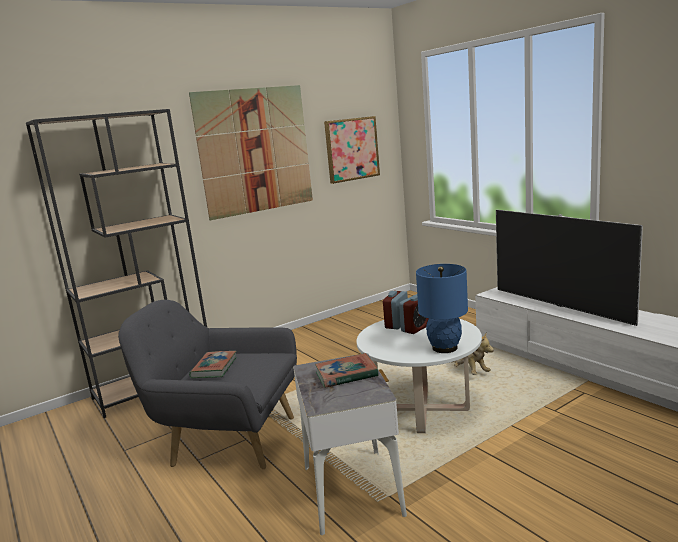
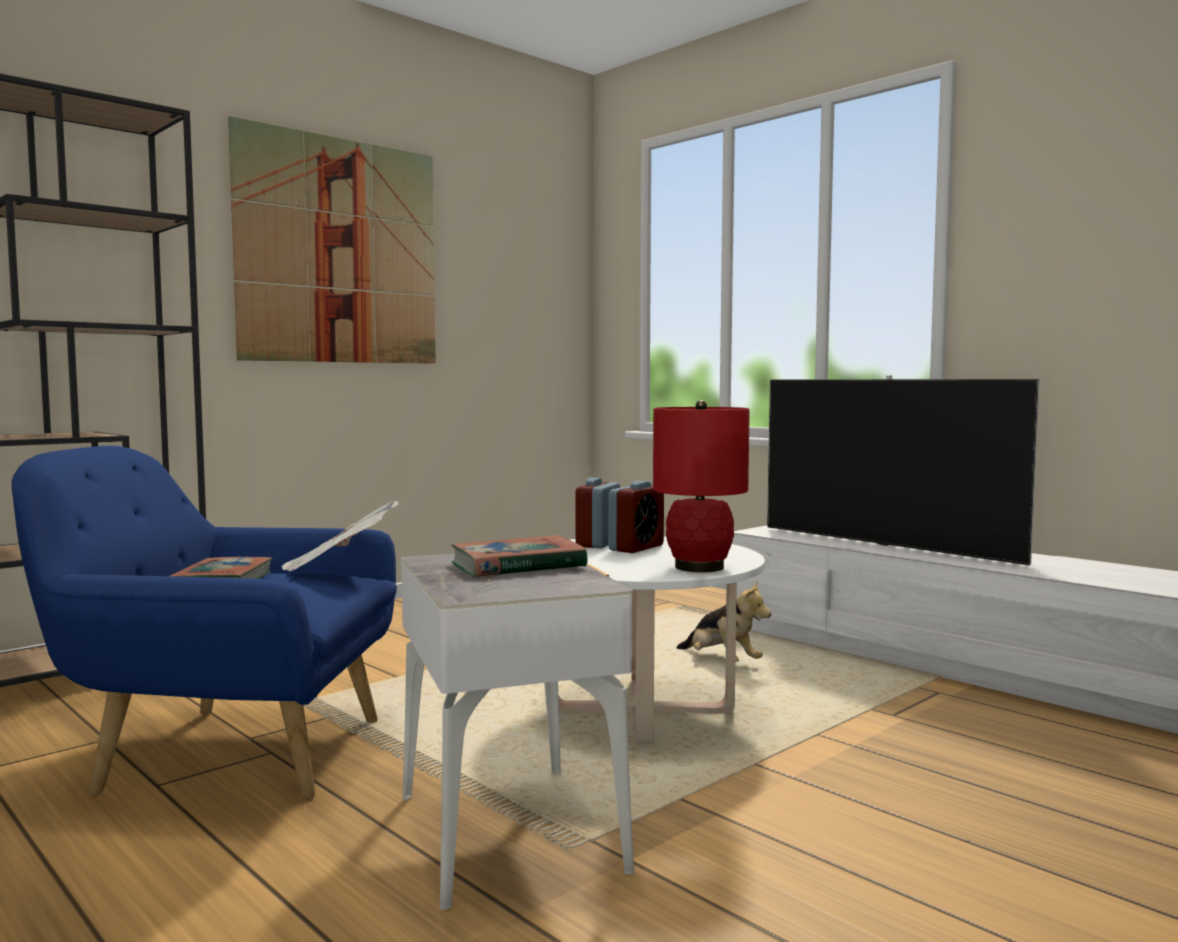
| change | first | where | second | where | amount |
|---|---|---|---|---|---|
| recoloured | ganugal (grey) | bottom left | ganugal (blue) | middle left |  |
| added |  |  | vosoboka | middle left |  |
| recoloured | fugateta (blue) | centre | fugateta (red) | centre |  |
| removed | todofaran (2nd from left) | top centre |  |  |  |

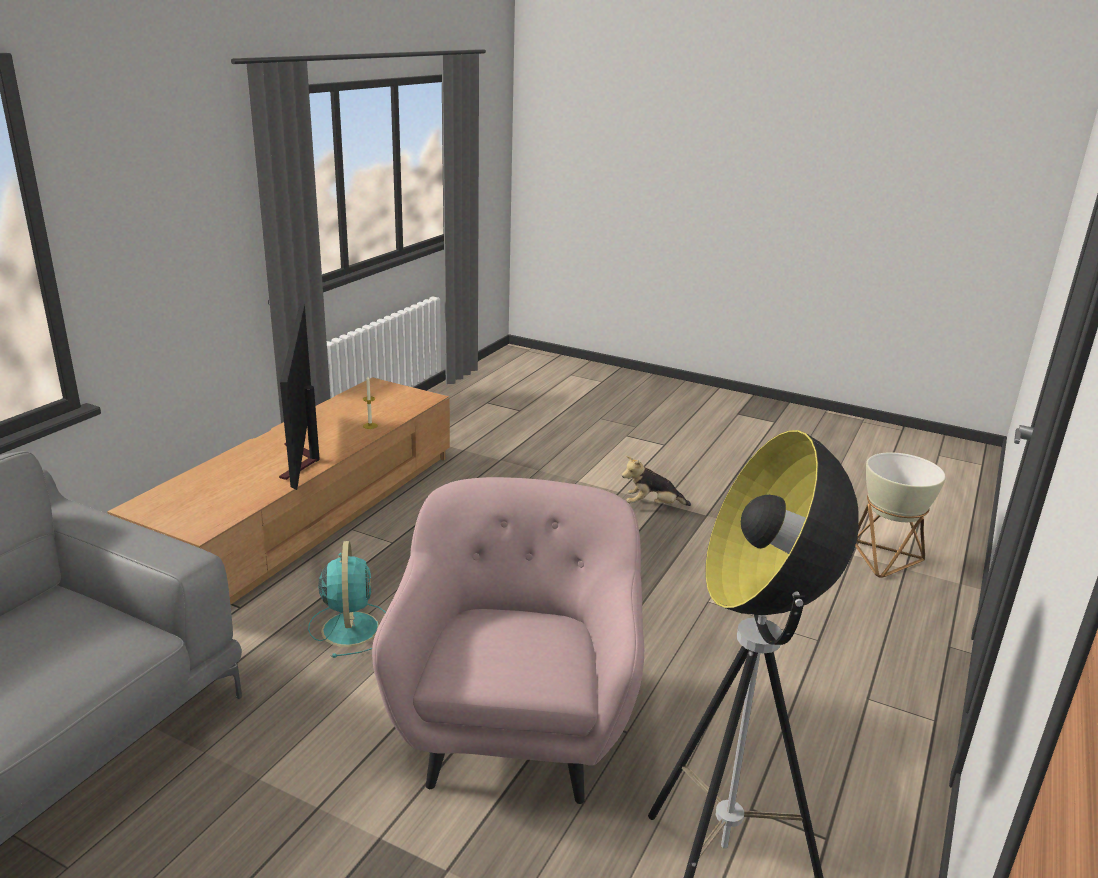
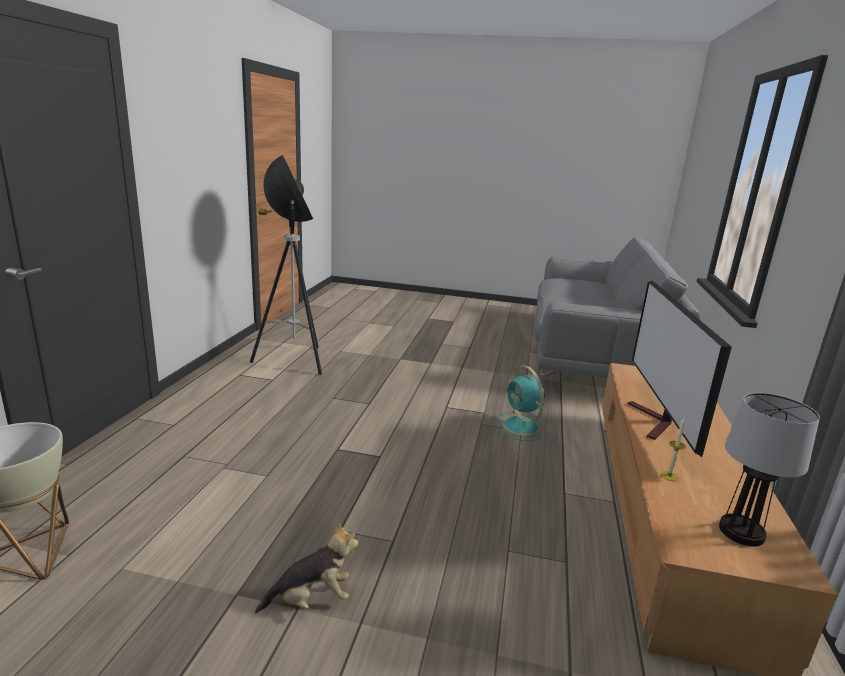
| change | first | where | second | where | amount |
|---|---|---|---|---|---|
| turned | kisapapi | middle left |  | middle right | 150 degrees counterclockwise |
| added |  |  | fugateta | bottom right |  |
| removed | ganugal (pink) | bottom centre |  |  |  |

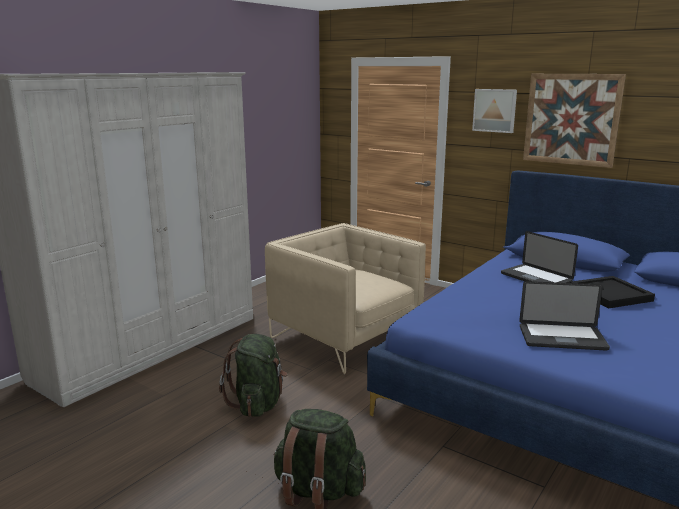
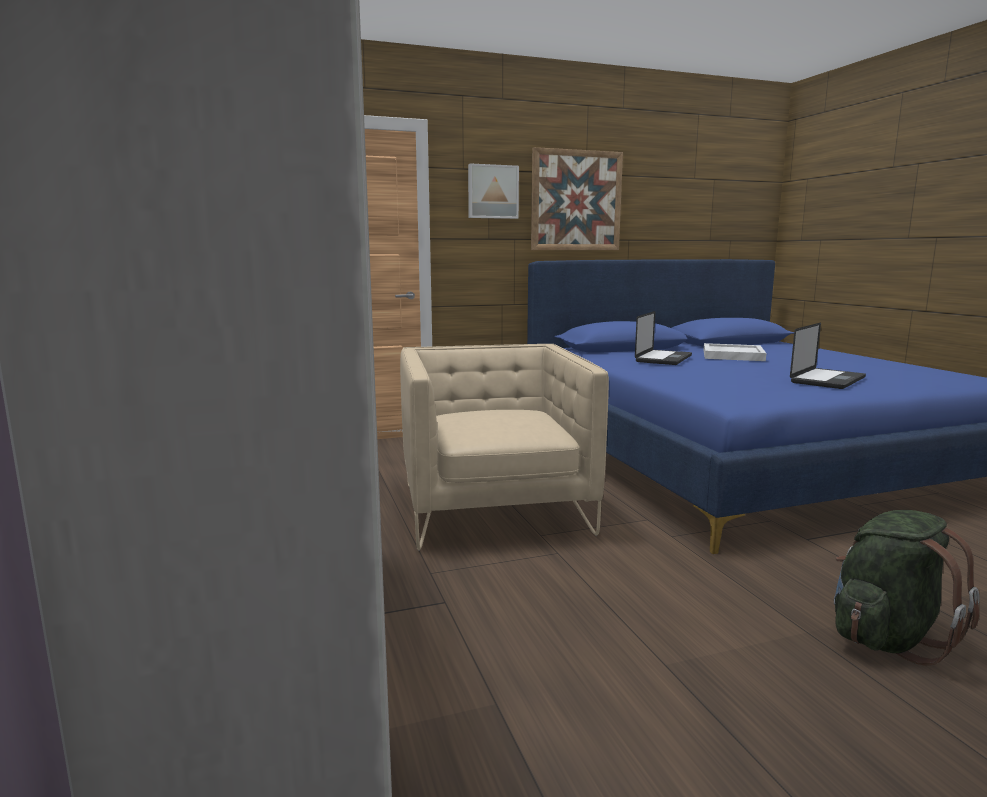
| change | first | where | second | where | amount |
|---|---|---|---|---|---|
| turned | ganugal (beige) | centre |  | centre | 90 degrees clockwise |
| turned | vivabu (1st from left) | middle right |  | middle right | 60 degrees counterclockwise |
| recoloured | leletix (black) | middle right | leletix (white) | middle right |  |
| removed | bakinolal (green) (1st from left) | bottom centre |  |  |  |

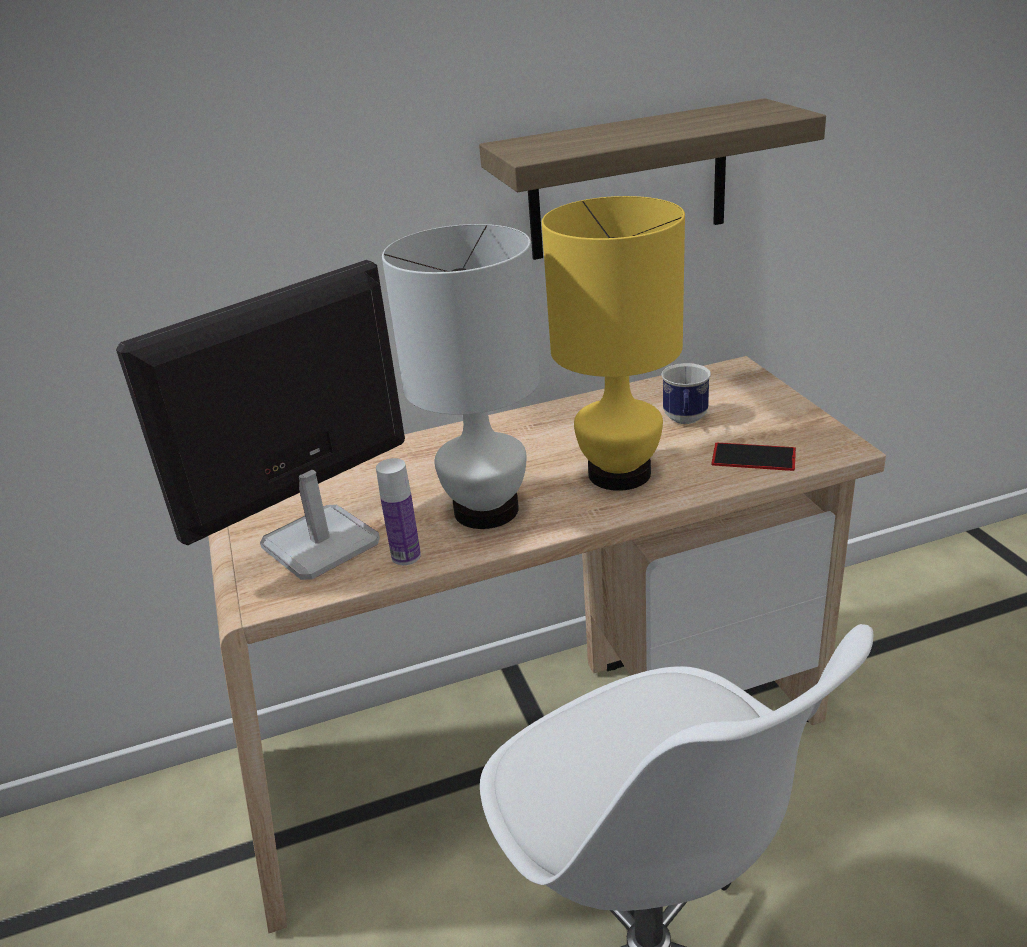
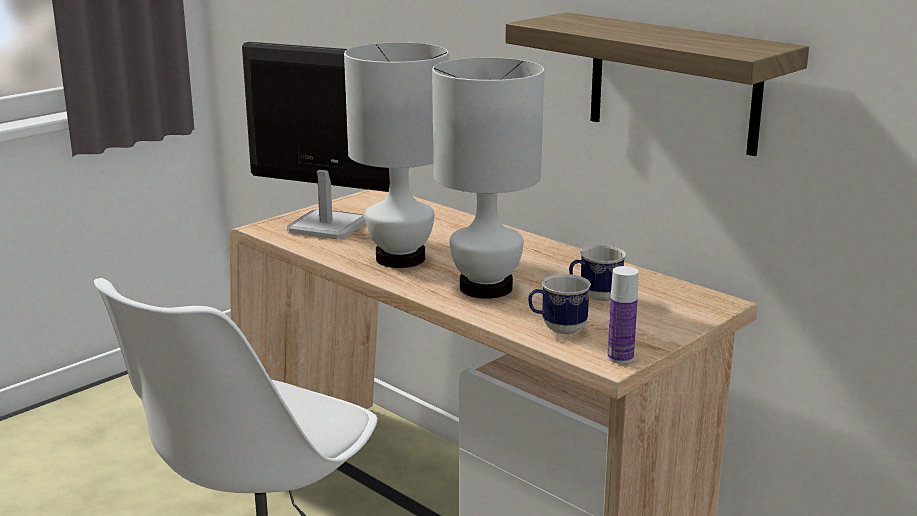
| change | first | where | second | where | amount |
|---|---|---|---|---|---|
| recoloured | fugateta (yellow) | centre | fugateta (white) (2nd from left) | centre |  |
| replaced | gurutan | middle right | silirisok (1st from left) | centre |  |
| moved | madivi | centre |  | middle right |  |

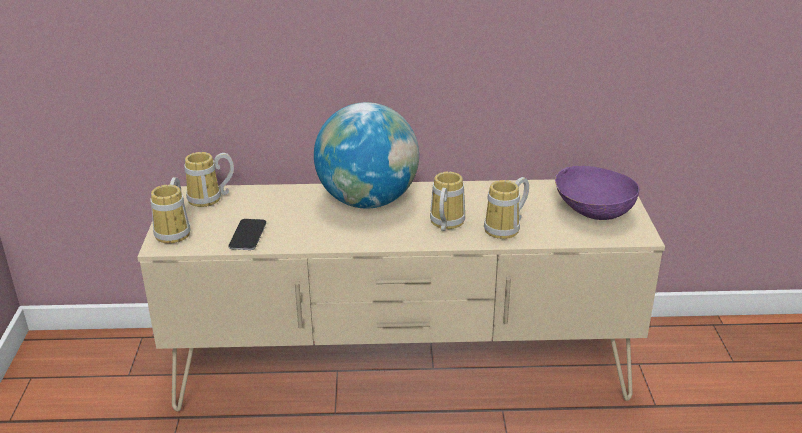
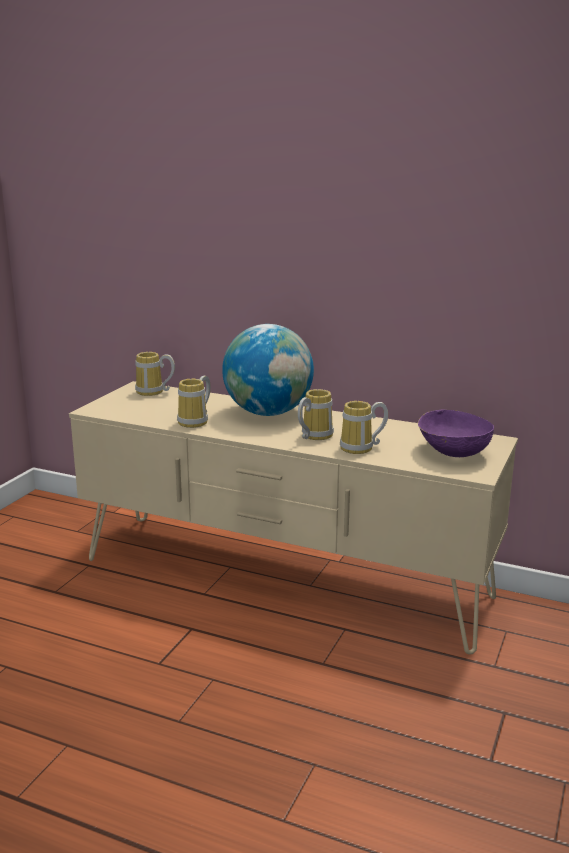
| change | first | where | second | where | amount |
|---|---|---|---|---|---|
| moved | silirisok (1st from left in the first image) | middle left | silirisok (2nd from left) | centre |  |
| removed | gurutan | middle left |  |  |  |

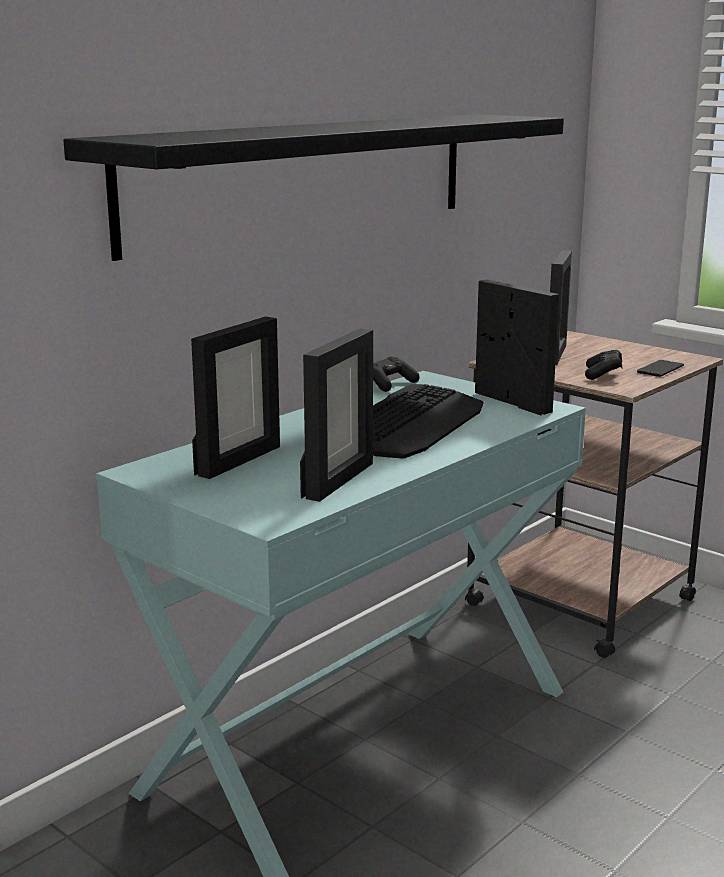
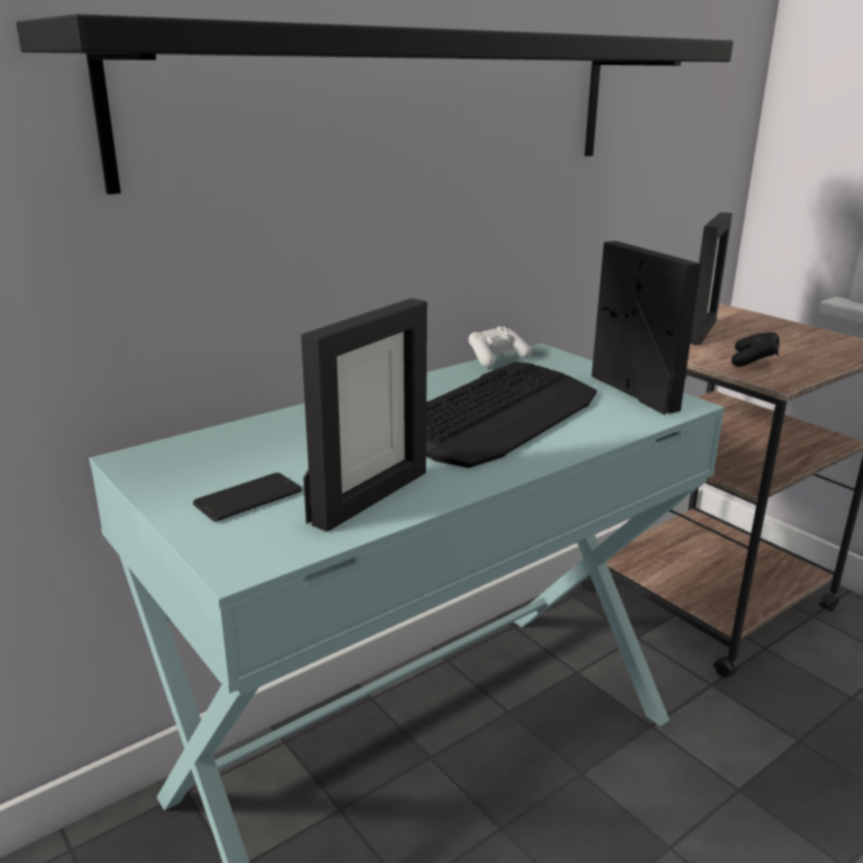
| change | first | where | second | where | amount |
|---|---|---|---|---|---|
| moved | gurutan | middle right |  | middle left |  |
| recoloured | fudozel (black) (1st from left) | centre | fudozel (white) | centre |  |
| removed | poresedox (1st from left) | middle left |  |  |  |

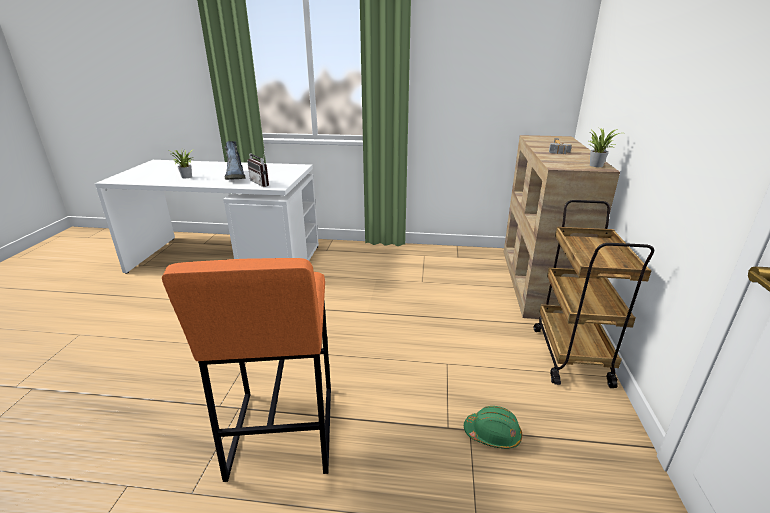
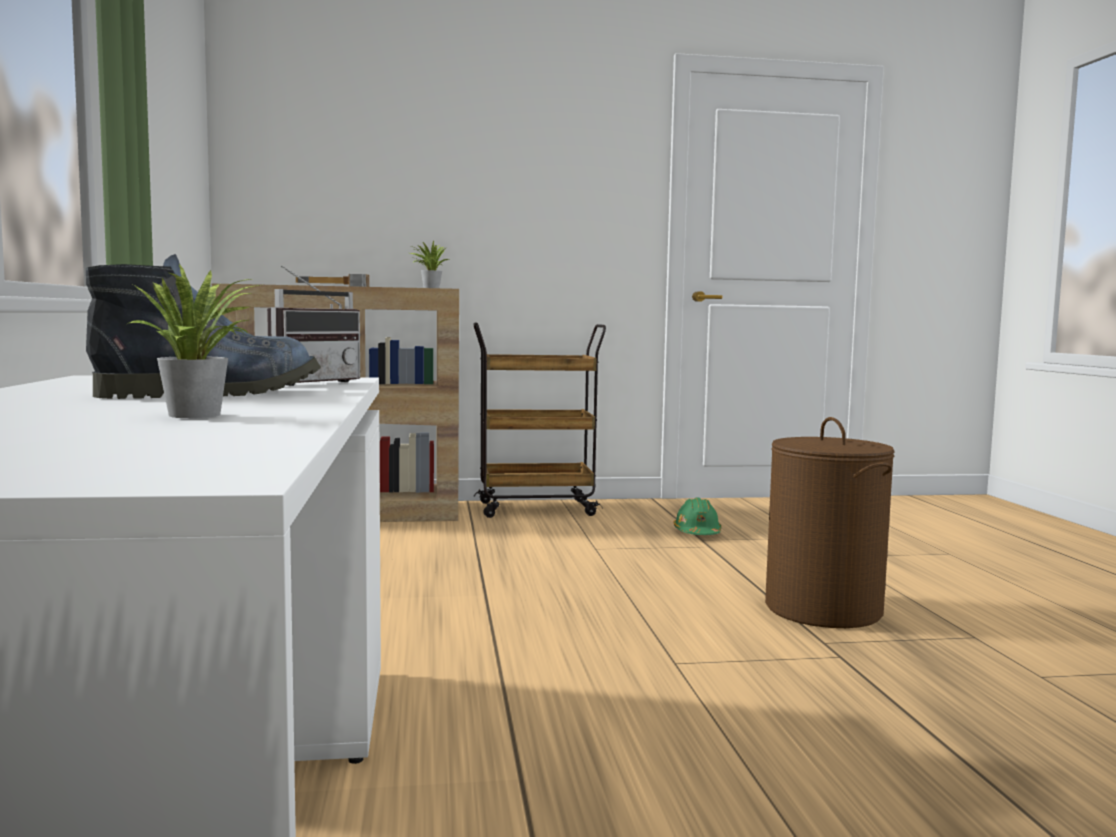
| change | first | where | second | where | amount |
|---|---|---|---|---|---|
| replaced | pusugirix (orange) | bottom left | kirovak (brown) | middle right |  |

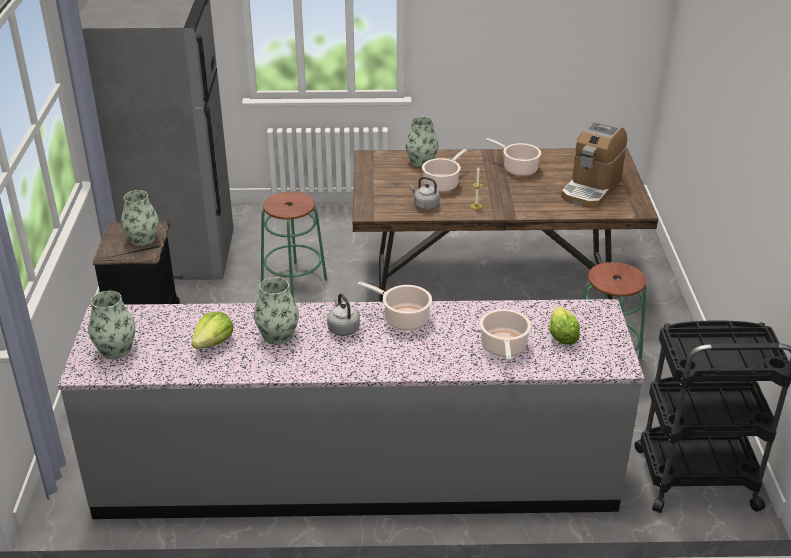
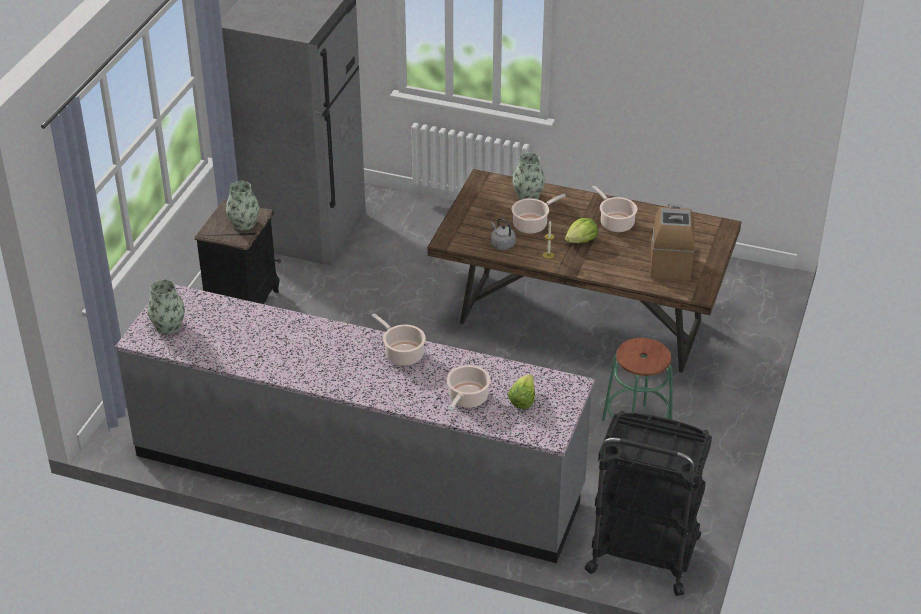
| change | first | where | second | where | amount |
|---|---|---|---|---|---|
| moved | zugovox (1st from left in the first image) | middle left | zugovox (2nd from left) | centre |  |
| turned | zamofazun | top right |  | middle right | 135 degrees clockwise |
| removed | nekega (3rd from left) | centre |  |  |  |
| removed | pusugirix (green) (1st from left) | centre |  |  |  |
| removed | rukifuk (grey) (1st from left) | centre |  |  |  |

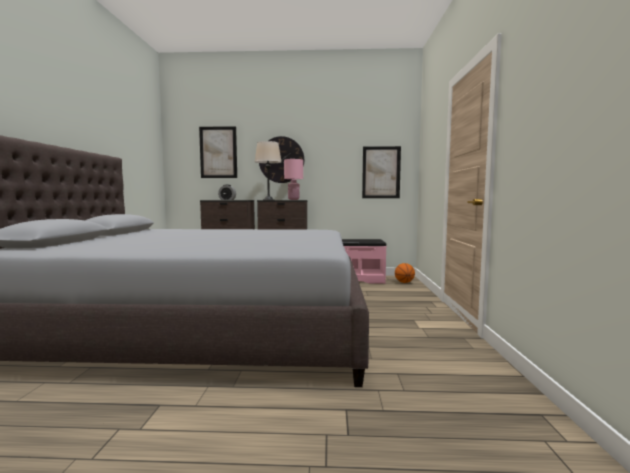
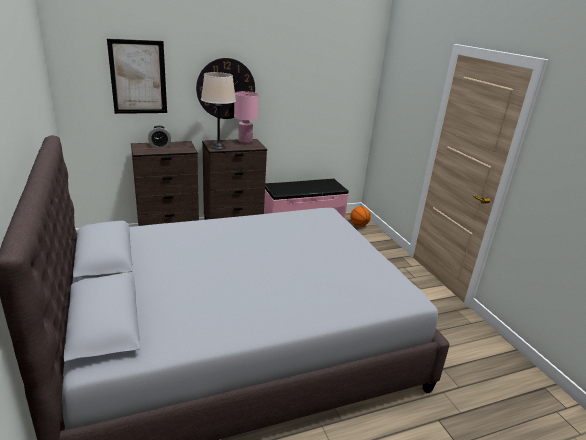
| change | first | where | second | where | amount |
|---|---|---|---|---|---|
| removed | todofaran (2nd from left) | centre |  |  |  |

